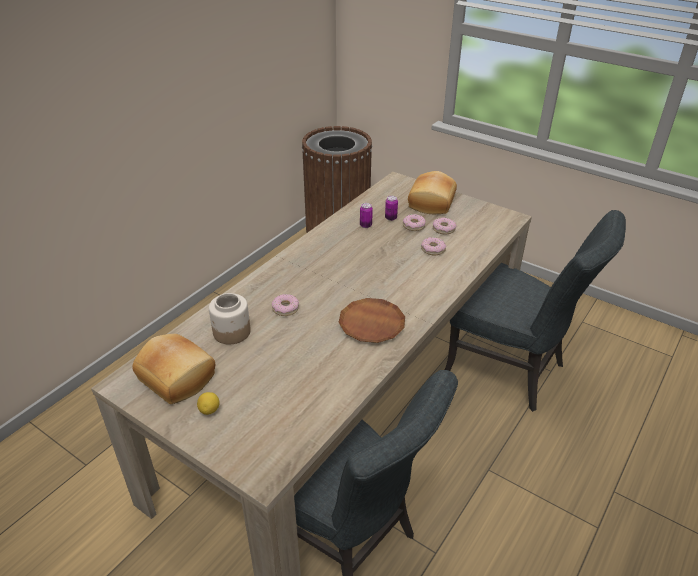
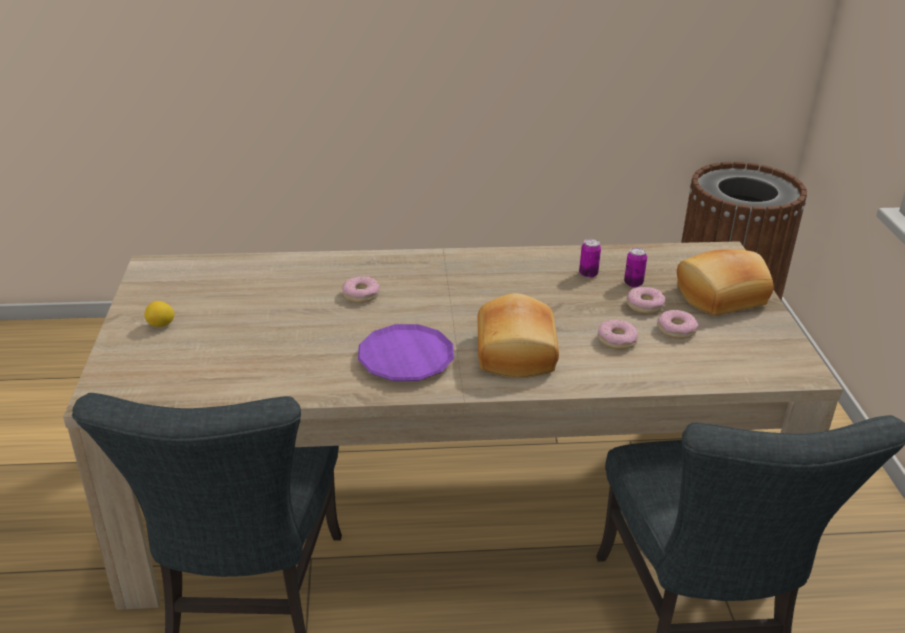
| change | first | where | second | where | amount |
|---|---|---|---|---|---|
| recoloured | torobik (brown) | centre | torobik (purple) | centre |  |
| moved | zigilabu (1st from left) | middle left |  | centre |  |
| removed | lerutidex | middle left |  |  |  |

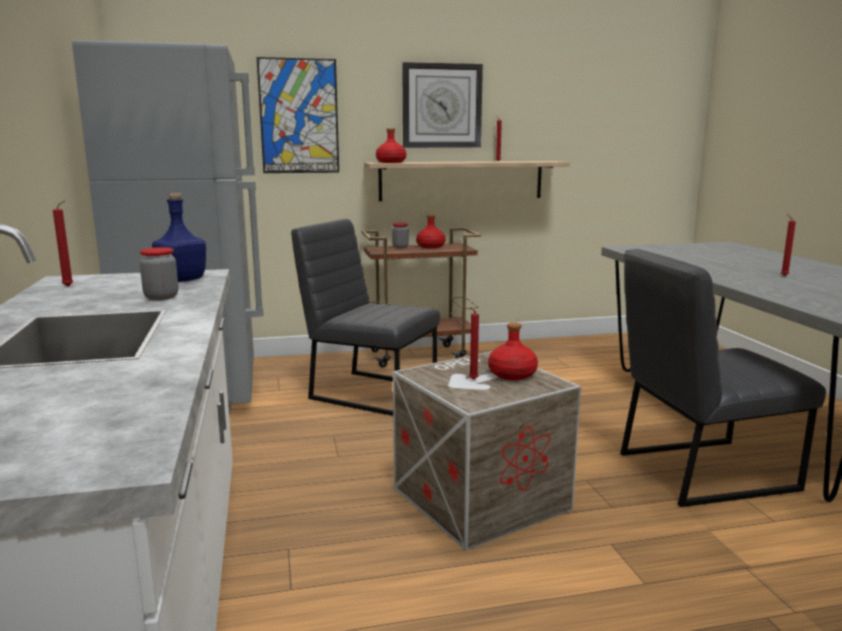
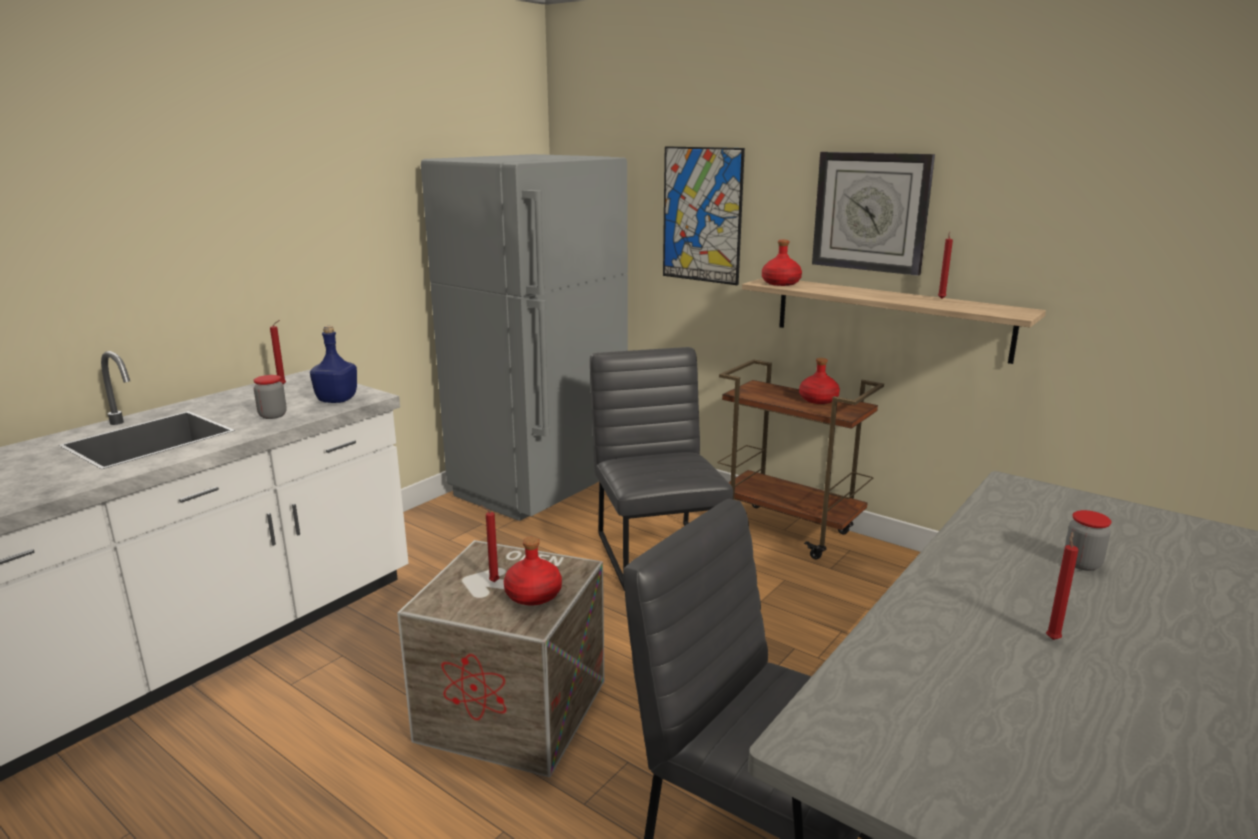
| change | first | where | second | where | amount |
|---|---|---|---|---|---|
| moved | lerutidex (2nd from left) | centre |  | middle right |  |

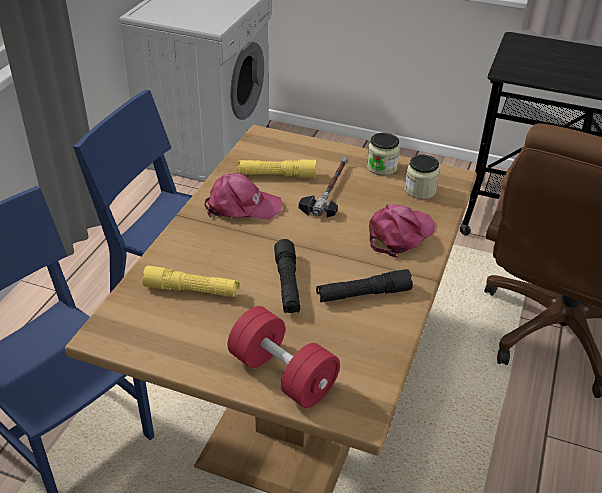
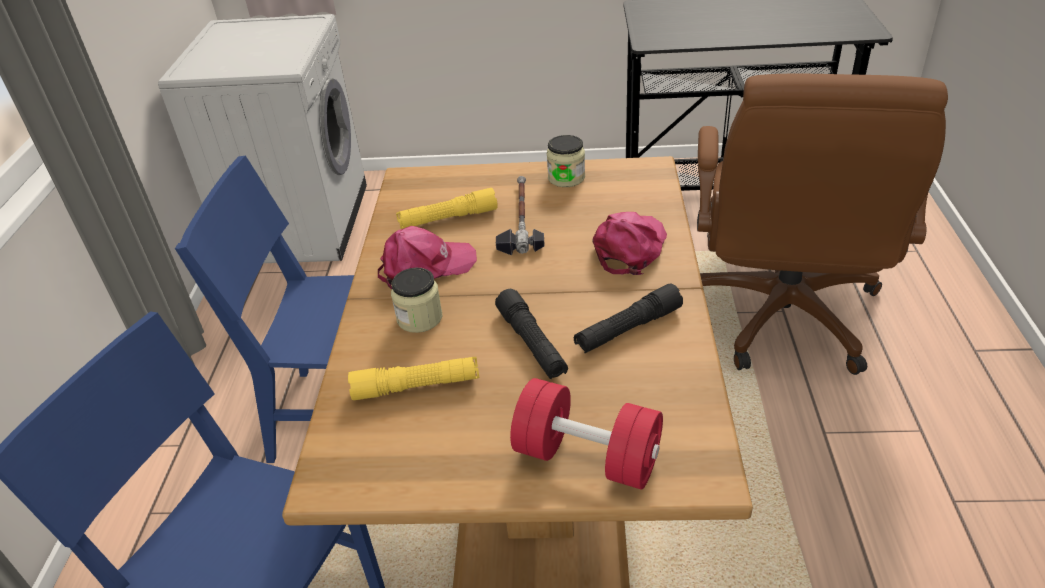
| change | first | where | second | where | amount |
|---|---|---|---|---|---|
| moved | lerutidex (2nd from left in the first image) | middle right | lerutidex (1st from left) | centre |  |

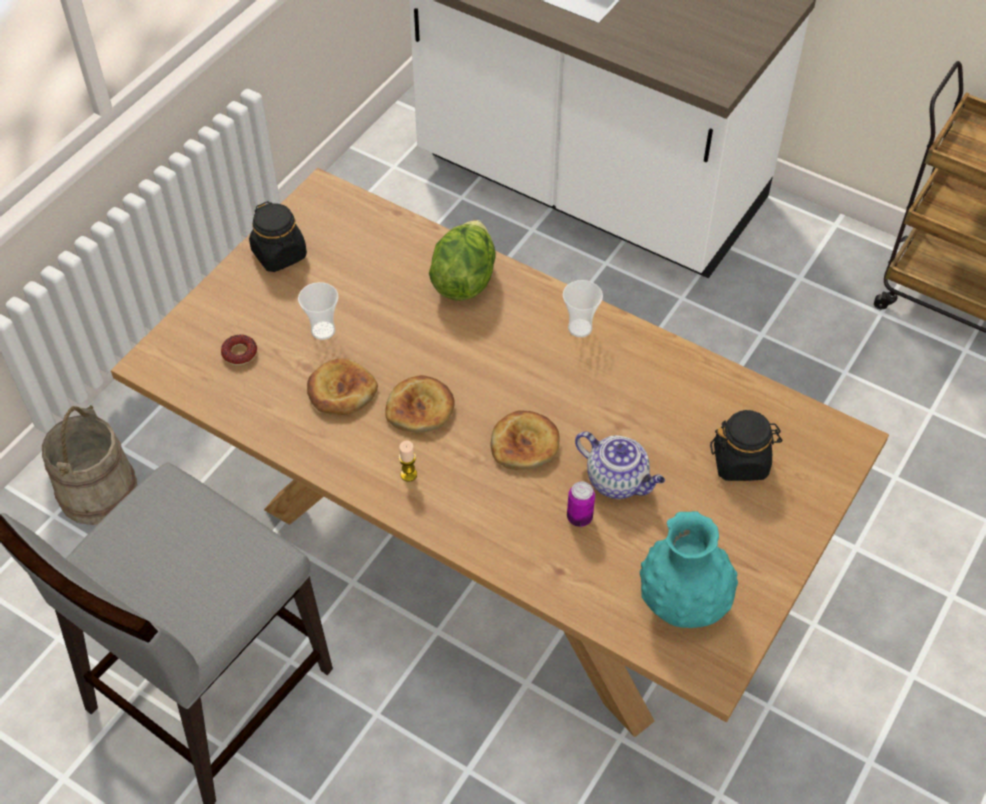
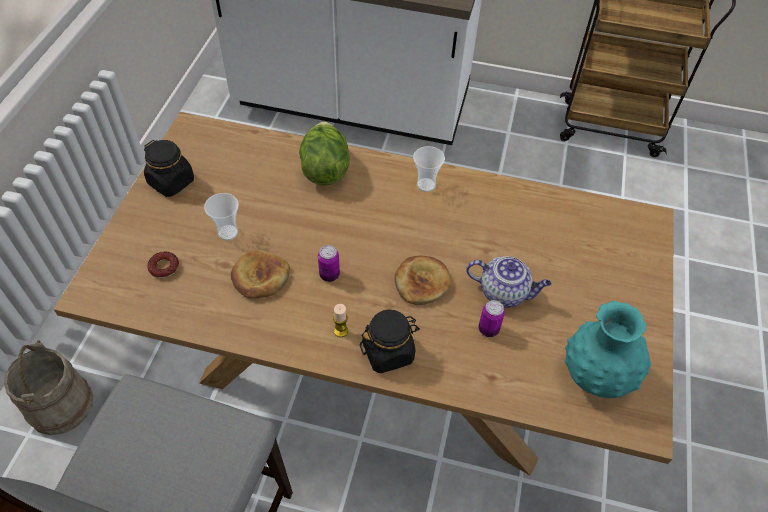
| change | first | where | second | where | amount |
|---|---|---|---|---|---|
| replaced | zigilabu (2nd from left) | centre | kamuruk (1st from left) | centre |  |
| moved | lerutidex (black) (2nd from left) | middle right |  | centre |  |

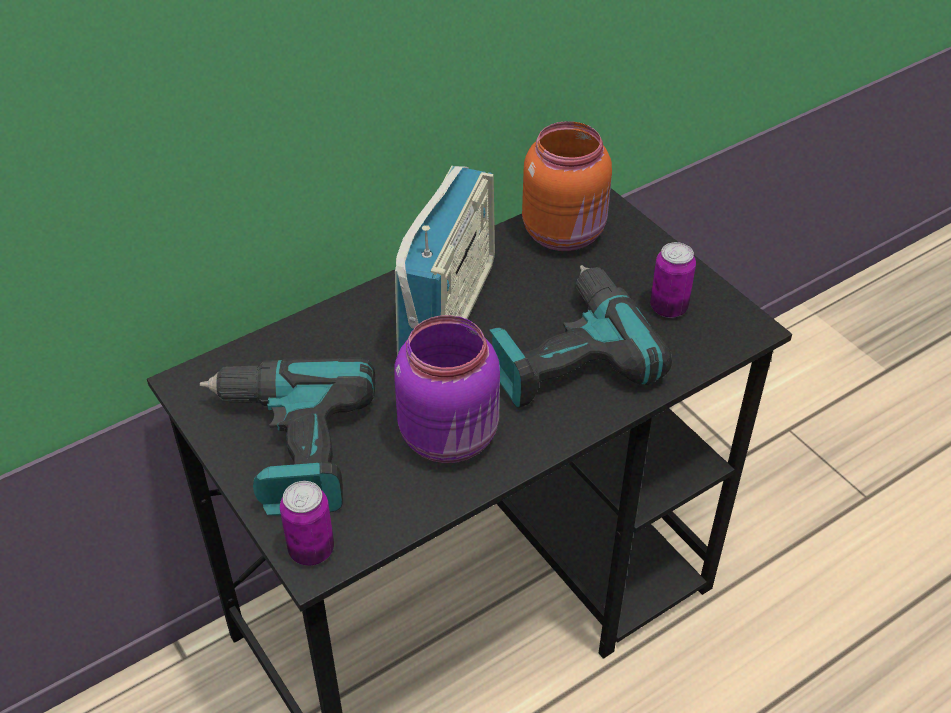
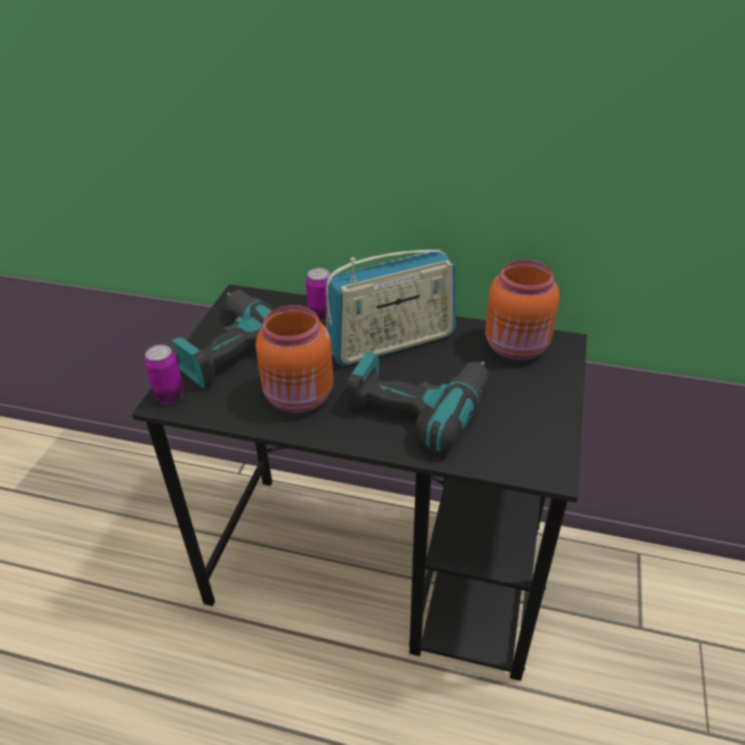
| change | first | where | second | where | amount |
|---|---|---|---|---|---|
| recoloured | lerutidex (purple) | centre | lerutidex (orange) (1st from left) | centre |  |
| moved | kamuruk (2nd from left) | middle right |  | centre |  |

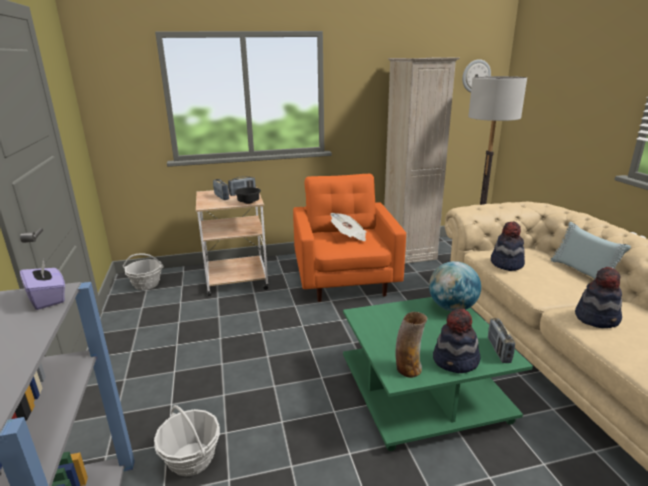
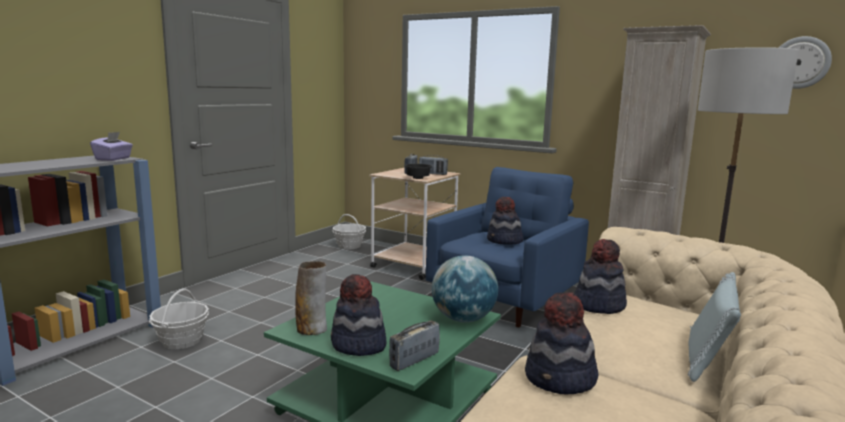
| change | first | where | second | where | amount |
|---|---|---|---|---|---|
| recoloured | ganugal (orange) | centre | ganugal (blue) | centre |  |
| replaced | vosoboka | centre | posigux (2nd from left) | centre |  |

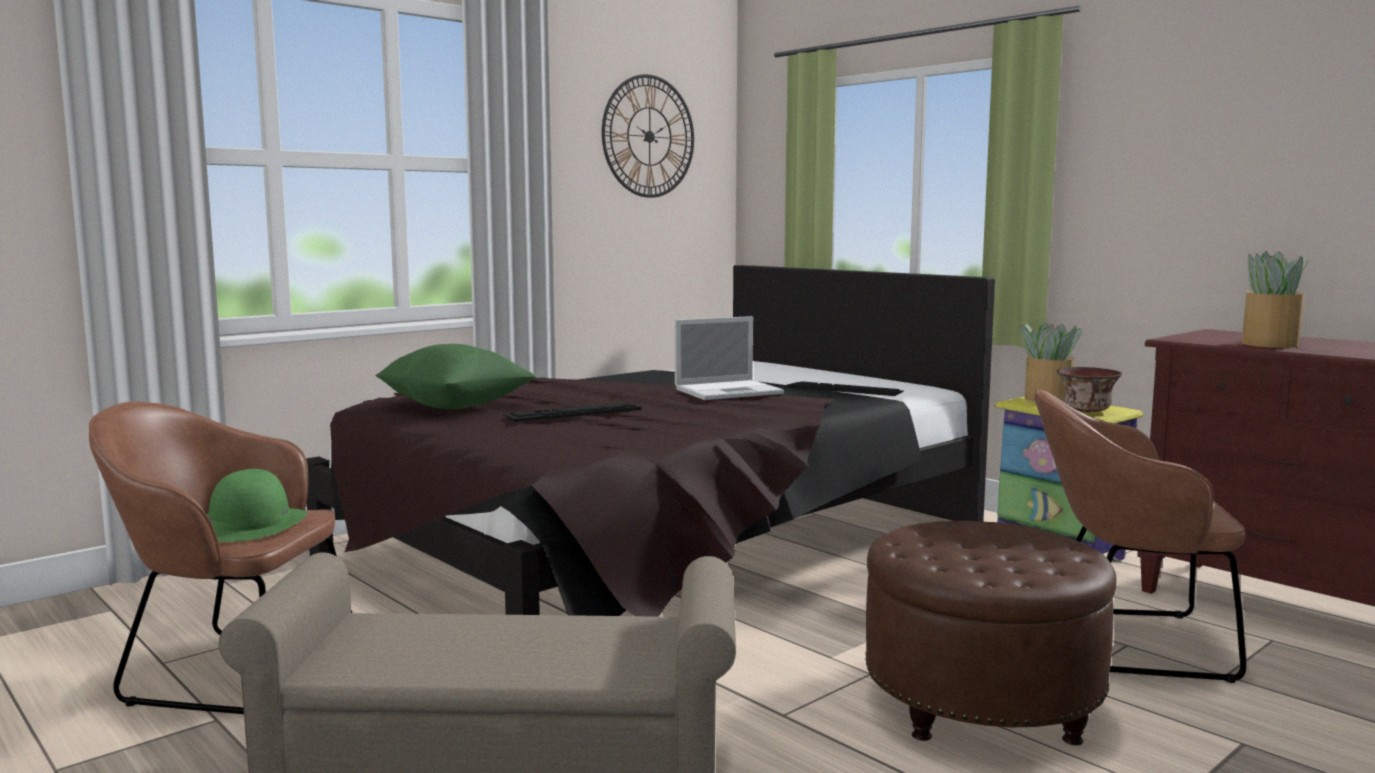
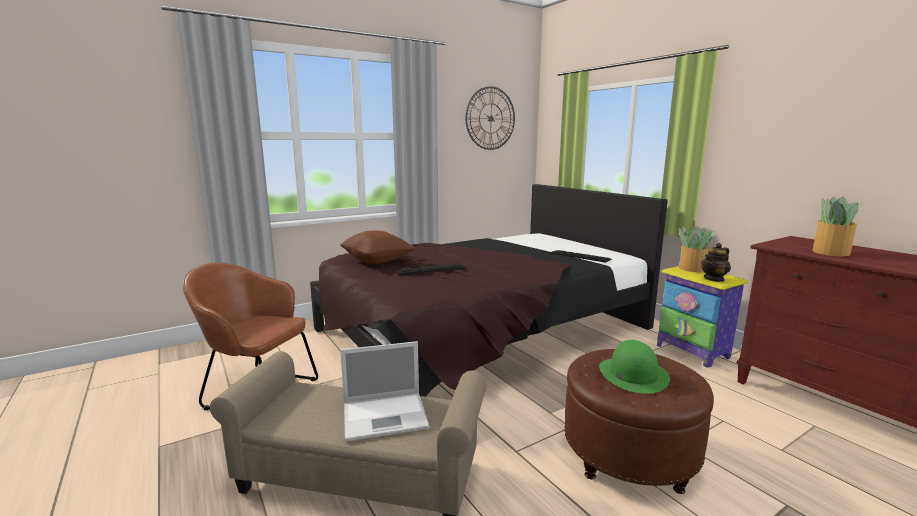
| change | first | where | second | where | amount |
|---|---|---|---|---|---|
| recoloured | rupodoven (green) | middle left | rupodoven (brown) | centre |  |
| moved | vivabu | centre |  | bottom centre |  |
| moved | posigux (green) | middle left |  | bottom right |  |
| replaced | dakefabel | middle right | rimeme | middle right |  |
| removed | ganugal (brown) (2nd from left) | bottom right |  |  |  |

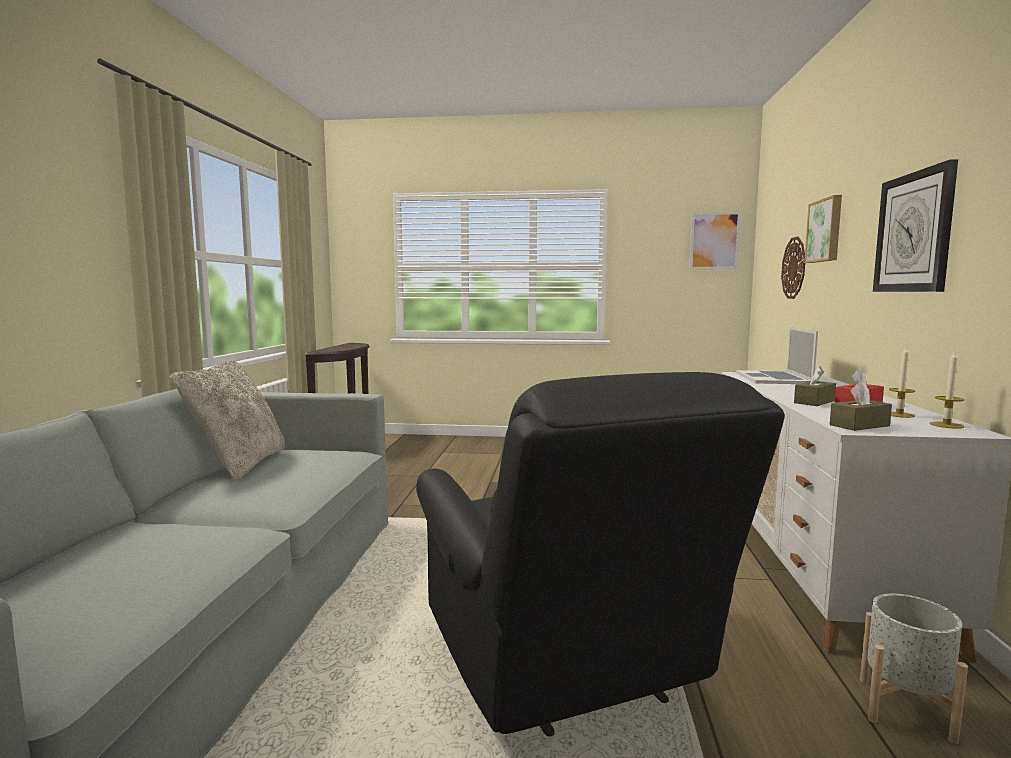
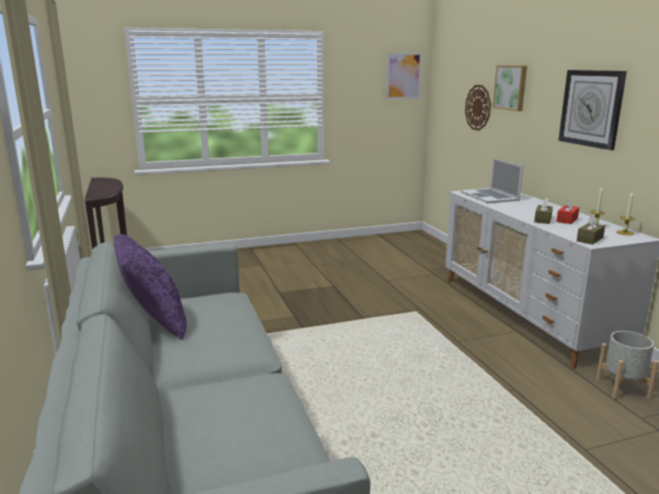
| change | first | where | second | where | amount |
|---|---|---|---|---|---|
| recoloured | rupodoven (beige) | middle left | rupodoven (purple) | middle left |  |
| removed | ganugal (black) | bottom centre |  |  |  |

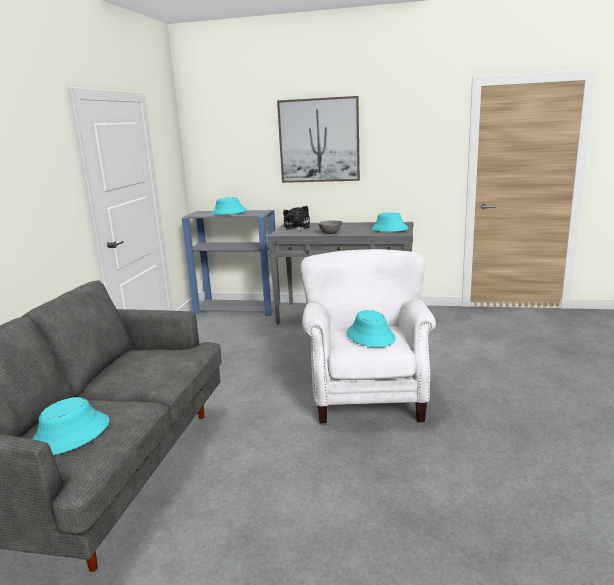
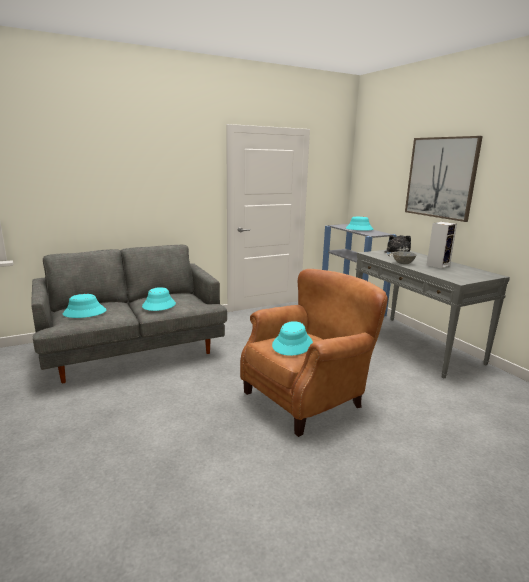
| change | first | where | second | where | amount |
|---|---|---|---|---|---|
| moved | posigux (turquoise) (4th from left in the first image) | centre | posigux (turquoise) (2nd from left) | middle left |  |
| recoloured | ganugal (white) | centre | ganugal (brown) | centre |  |
| added |  |  | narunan | middle right |  |

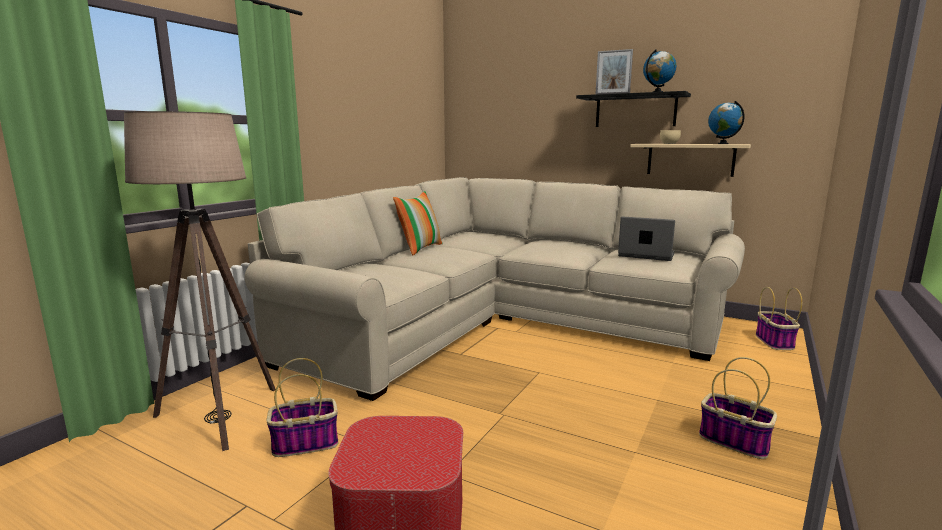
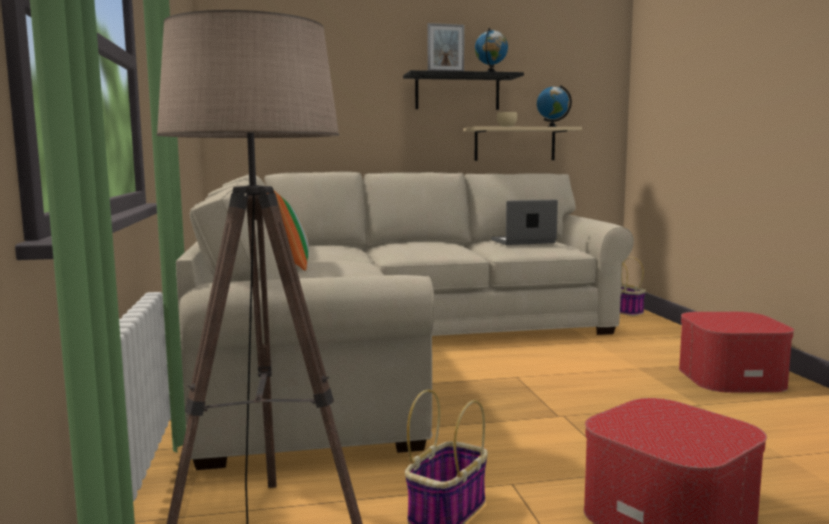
| change | first | where | second | where | amount |
|---|---|---|---|---|---|
| replaced | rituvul (2nd from left) | bottom right | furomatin (2nd from left) | bottom right |  |

